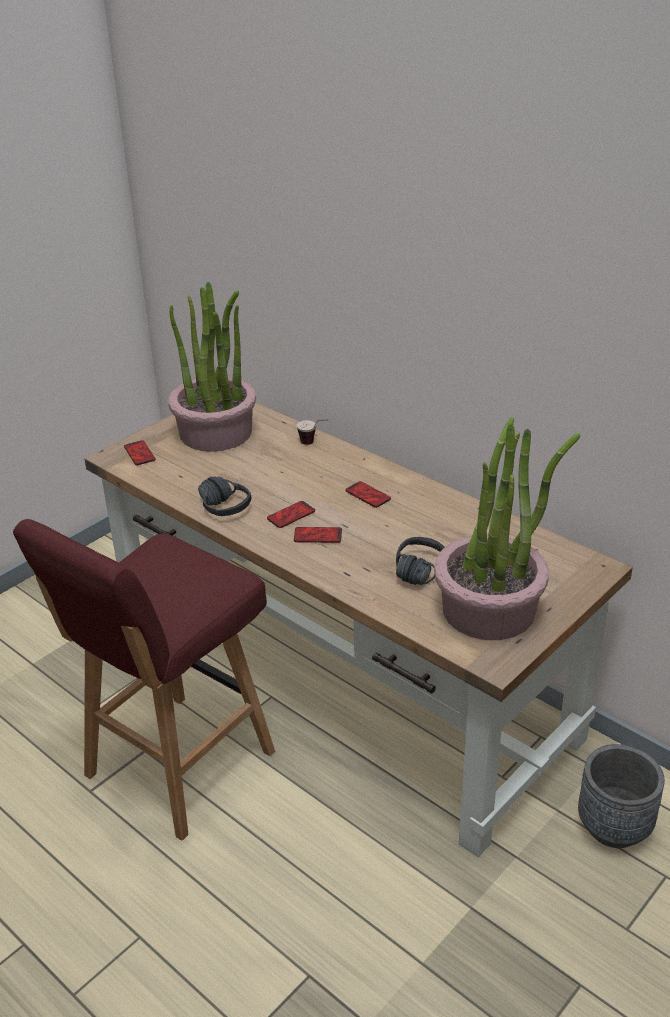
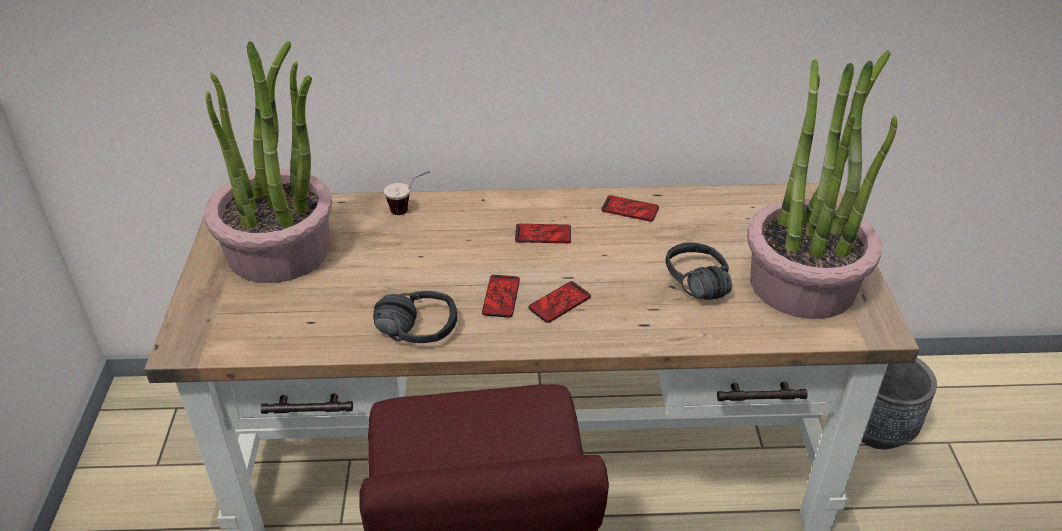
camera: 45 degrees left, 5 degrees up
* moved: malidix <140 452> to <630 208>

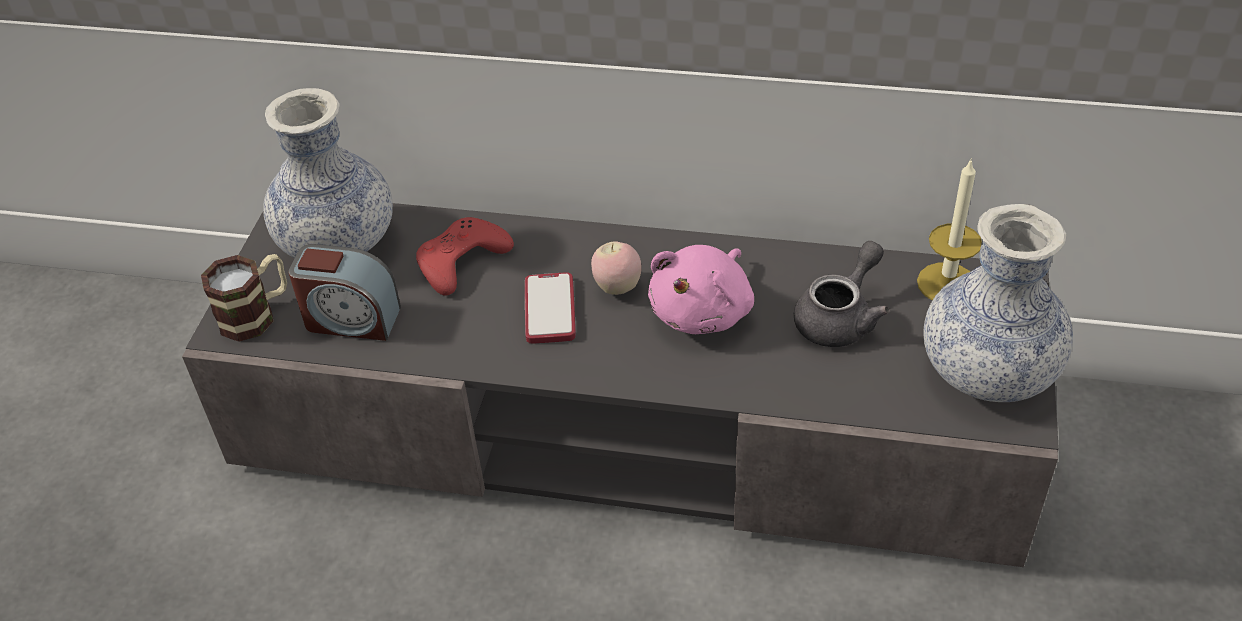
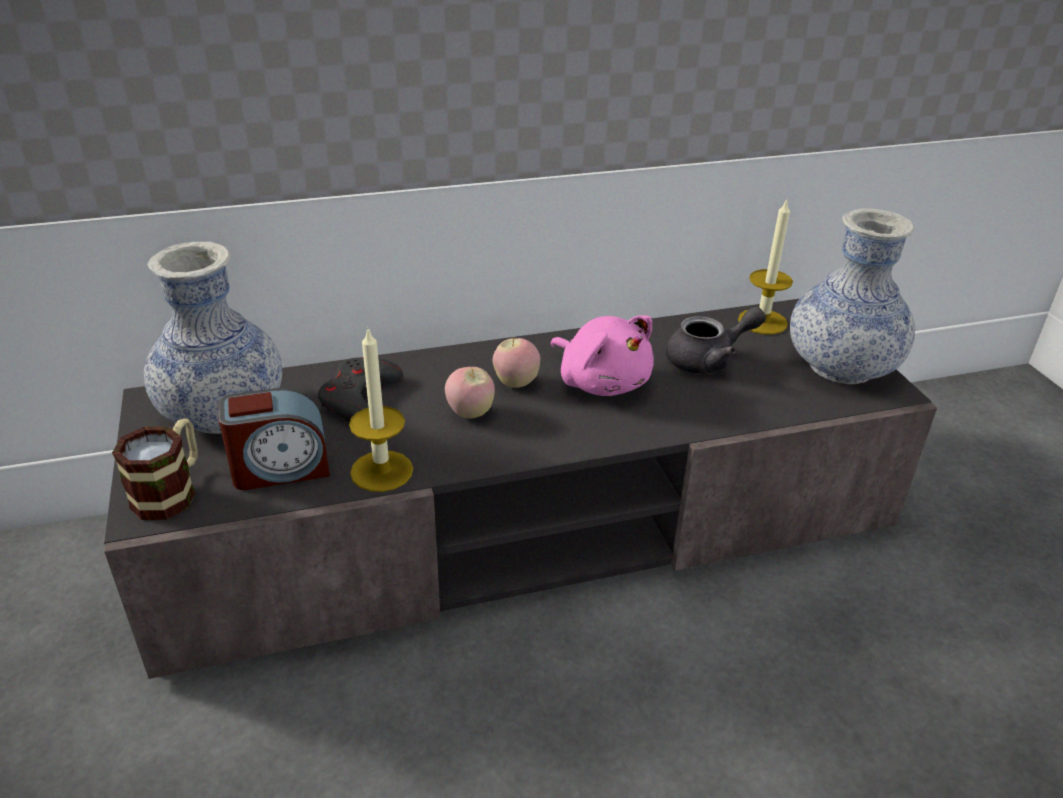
camera: 30 degrees left, 10 degrees down
* recoloured: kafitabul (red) <465 256> to kafitabul (grey) <360 390>
* replaced: malidix <550 308> to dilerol <470 393>
* turned: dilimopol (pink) <701 289> = <602 355> 45 degrees counterclockwise
* turned: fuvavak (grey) <842 294> = <716 340> 60 degrees clockwise
* added: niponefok <381 410>

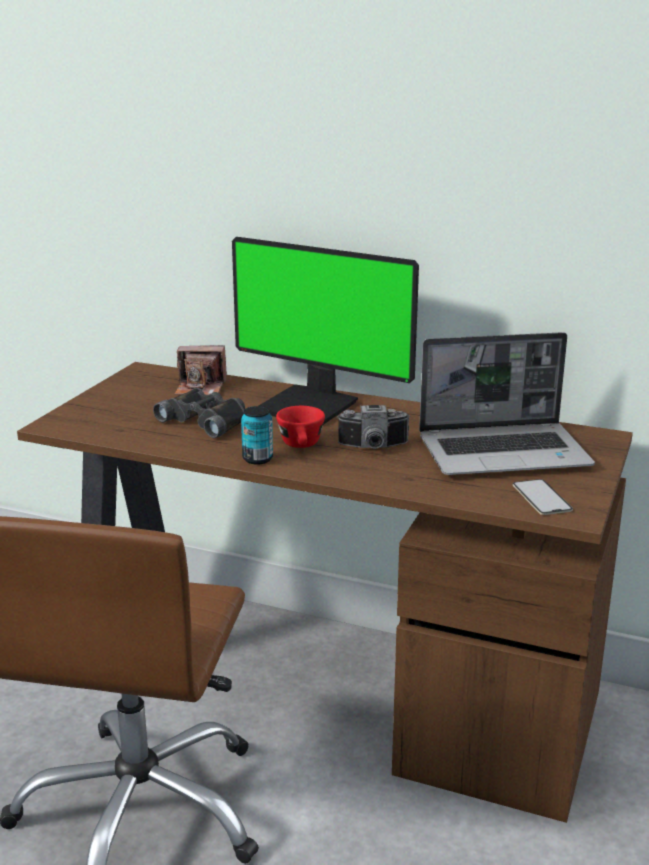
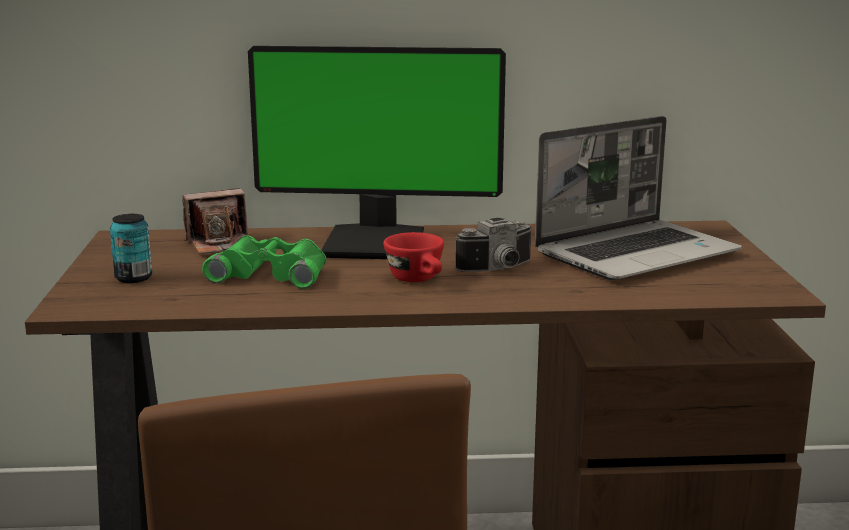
camera: 25 degrees left, 5 degrees down
* recoloured: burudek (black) <199 413> to burudek (green) <264 262>
* moved: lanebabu <257 435> to <131 248>
* removed: malidix <543 497>

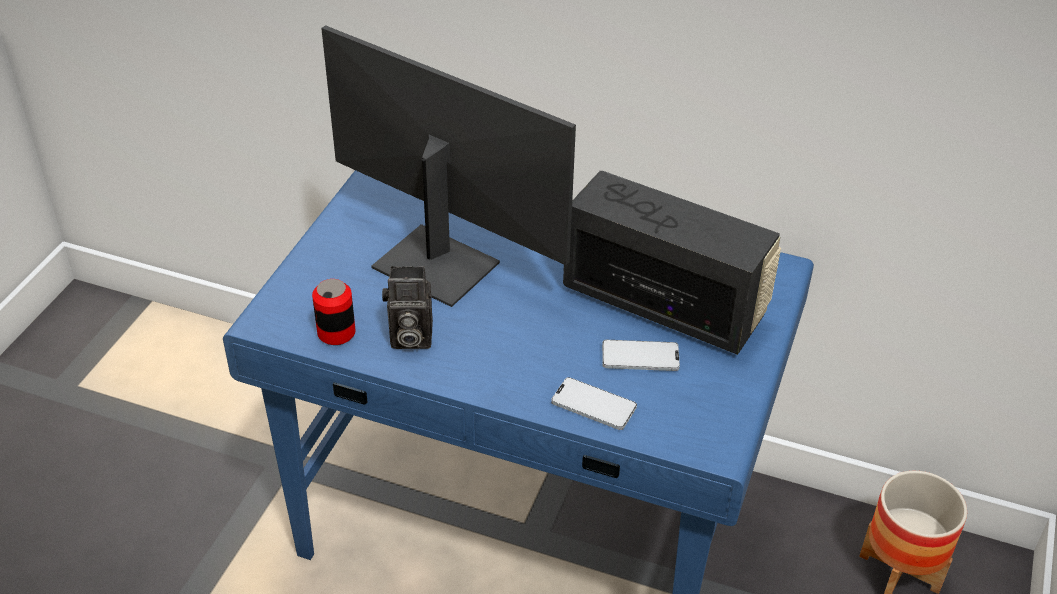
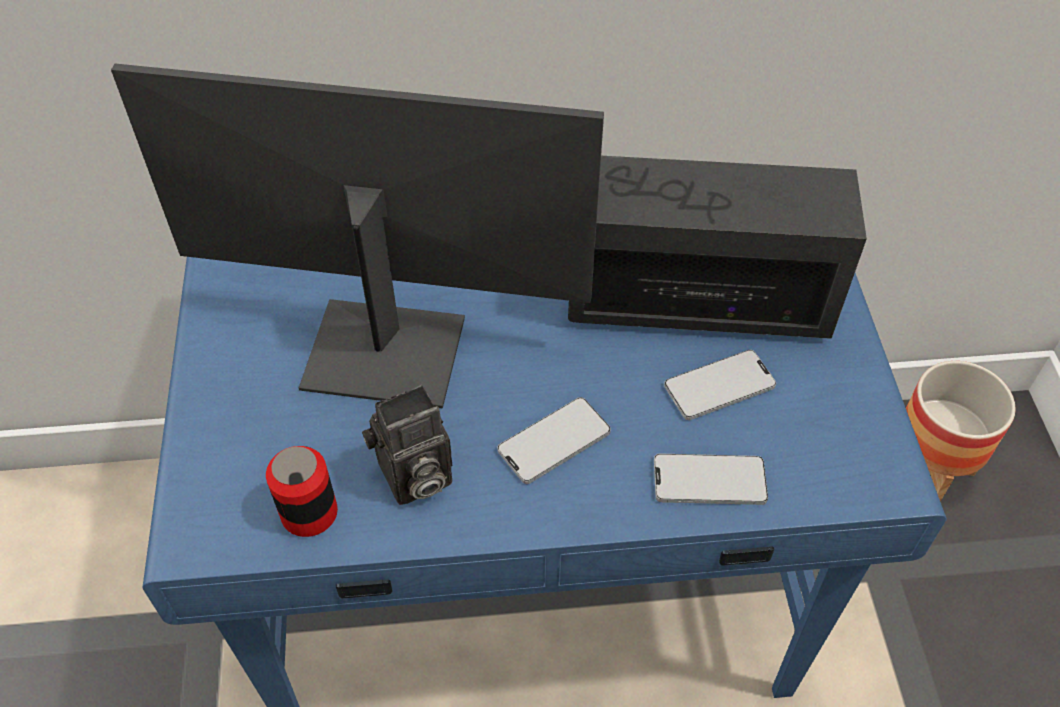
camera: 25 degrees left, 10 degrees up
* added: malidix <554 440>

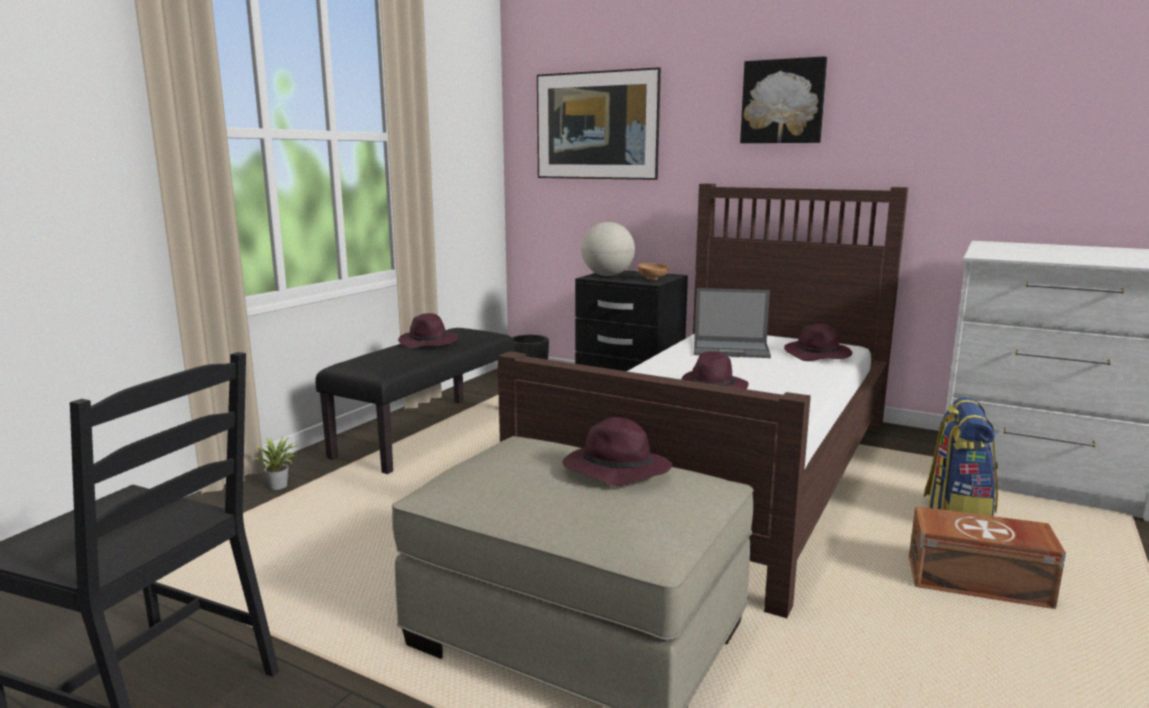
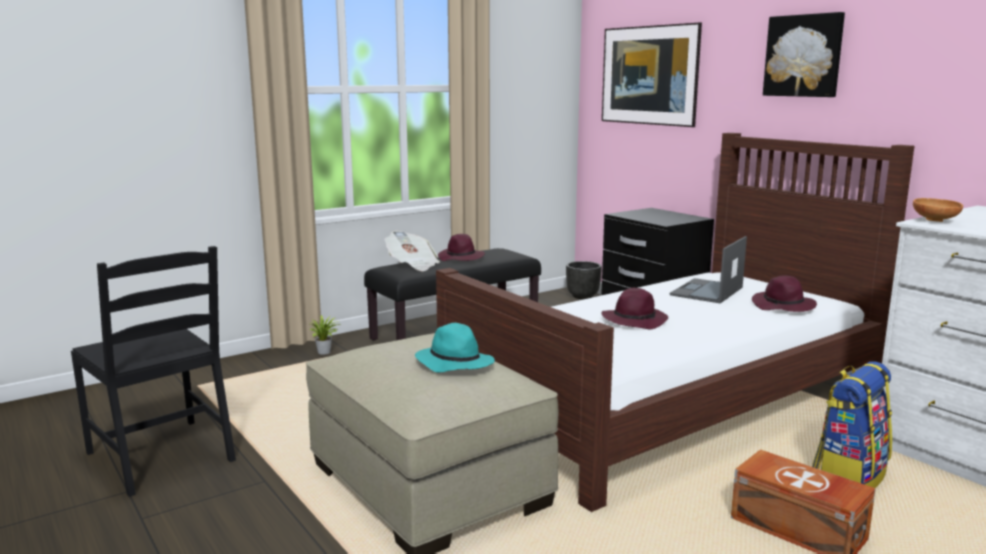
camera: 25 degrees right, 0 degrees up
* recoloured: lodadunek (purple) <617 451> to lodadunek (turquoise) <455 348>
* removed: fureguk <608 249>
* moved: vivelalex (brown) <653 271> to <938 210>
* turned: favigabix <732 323> = <708 269> 90 degrees clockwise
* added: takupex <412 251>

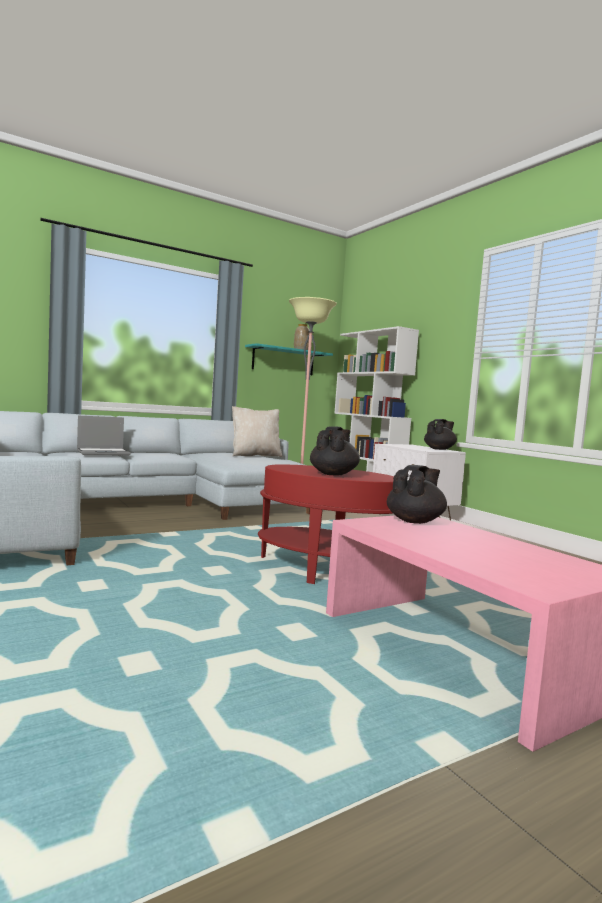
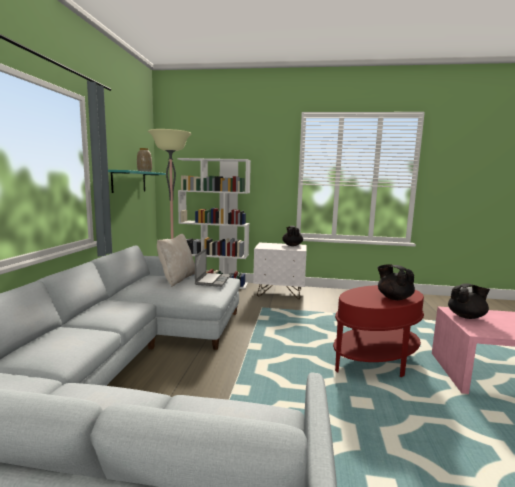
camera: 50 degrees left, 5 degrees up
* moved: favigabix <104 436> to <213 268>
* turned: fuvavak (black) <417 494> = <469 301> 90 degrees clockwise

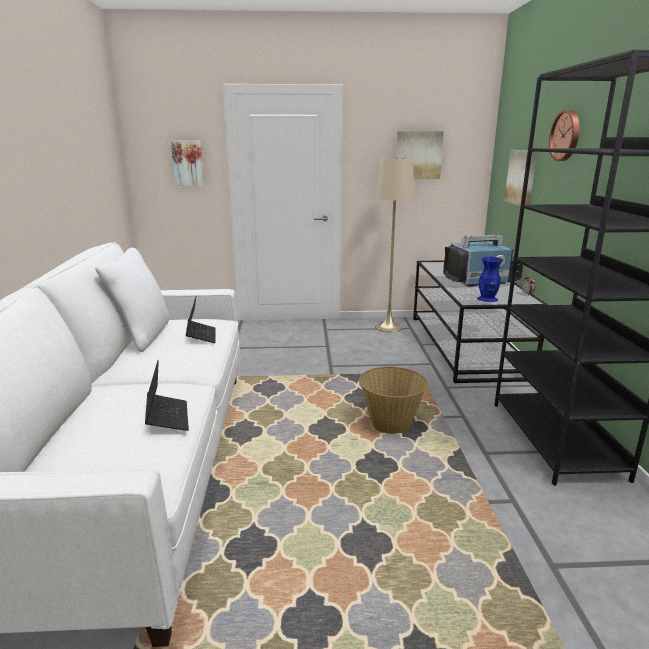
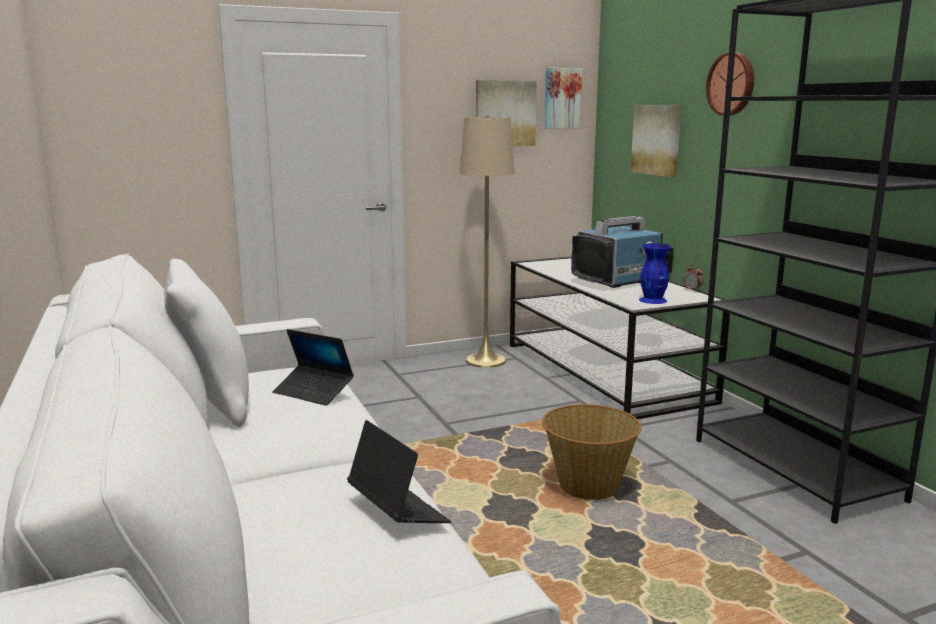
camera: 20 degrees left, 5 degrees down
* moved: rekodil <187 163> to <563 98>
* turned: favigabix <201 319> = <313 367> 150 degrees clockwise

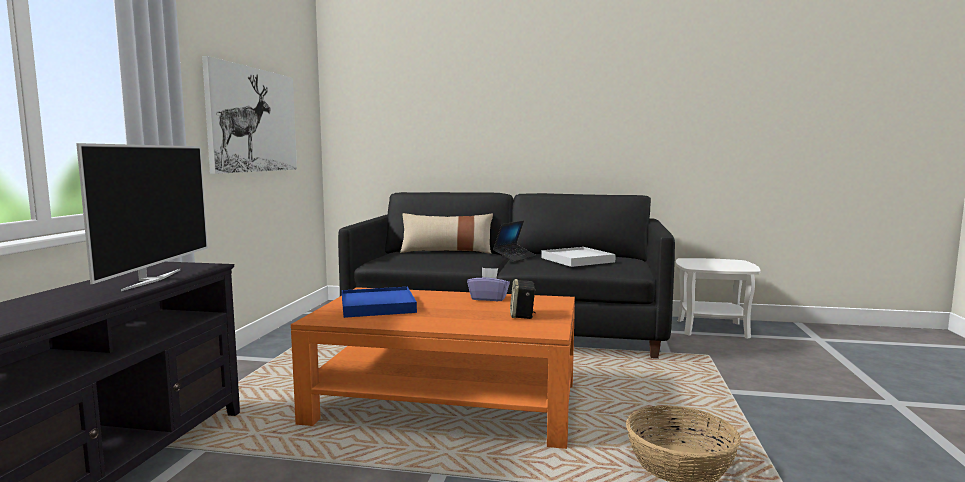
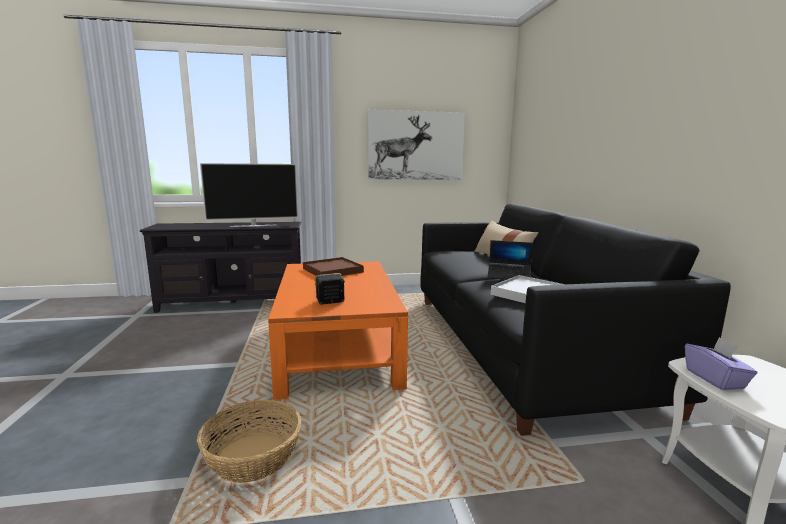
camera: 70 degrees right, 5 degrees up
* recoloured: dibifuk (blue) <379 302> to dibifuk (brown) <333 266>
* moved: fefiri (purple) <488 284> to <721 363>

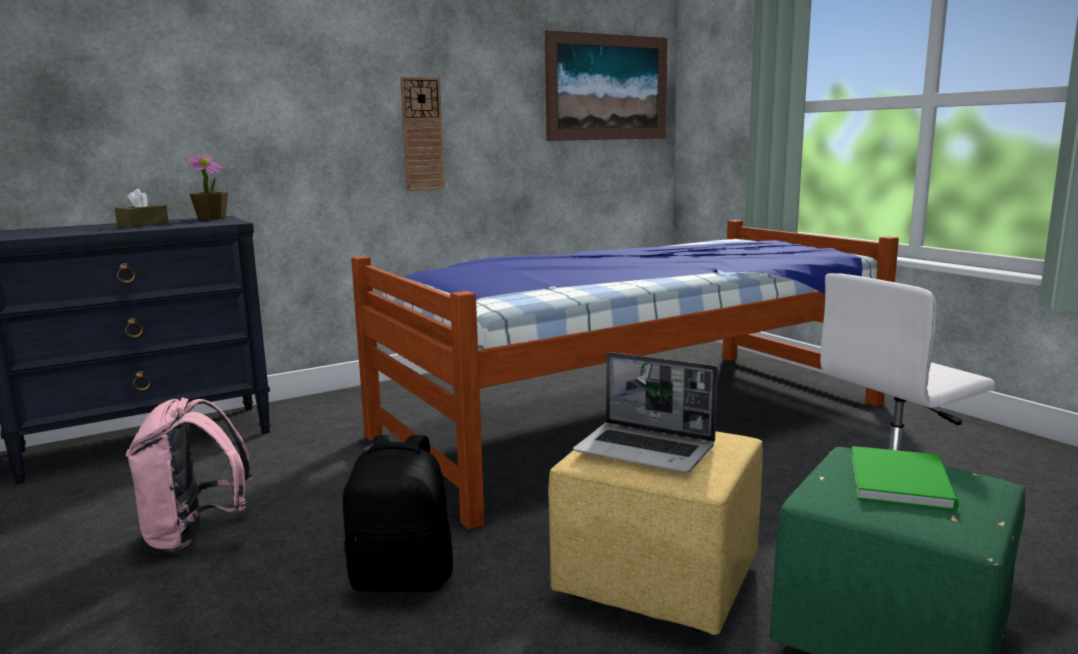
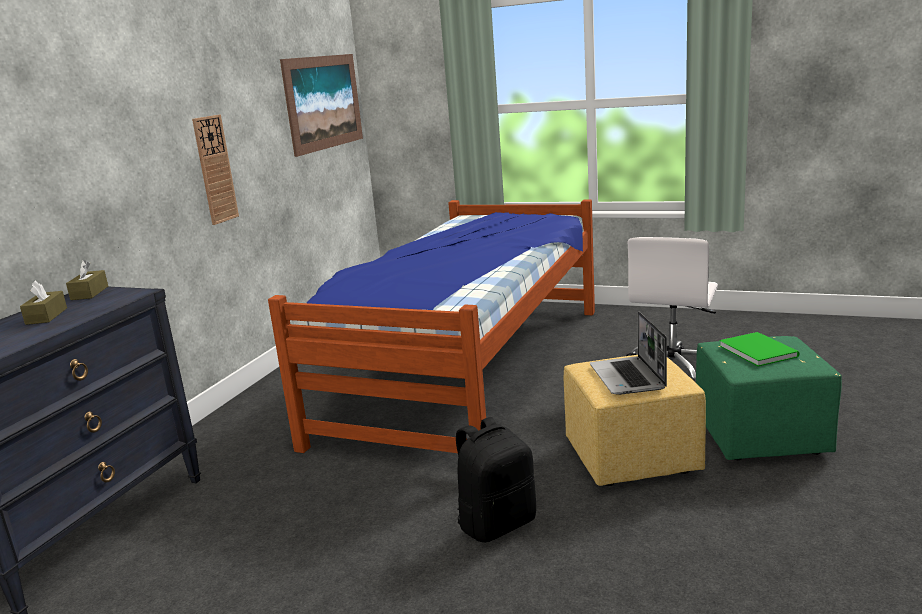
camera: 35 degrees left, 5 degrees up
* removed: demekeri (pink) <189 475>
* replaced: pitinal <206 187> to fefiri (brown) <87 280>
* turned: favigabix <645 412> = <628 353> 90 degrees clockwise

